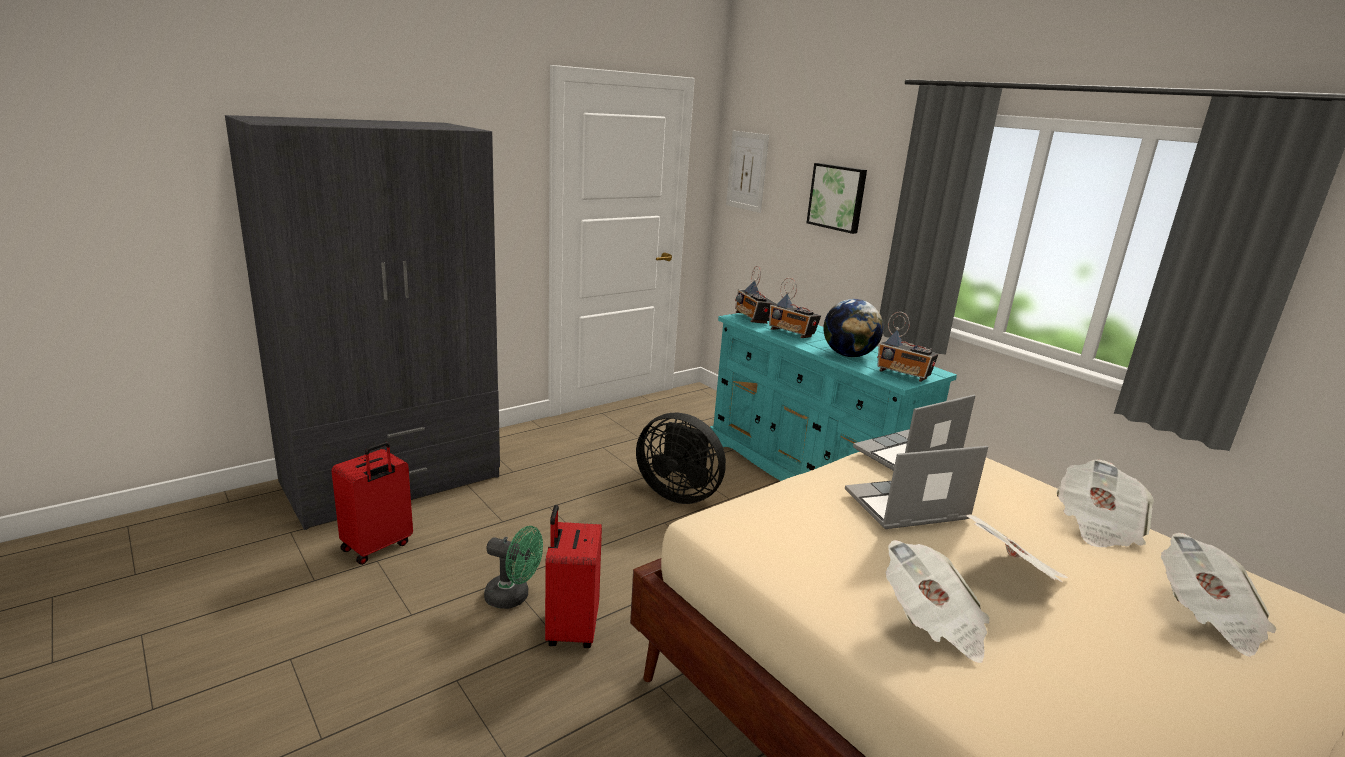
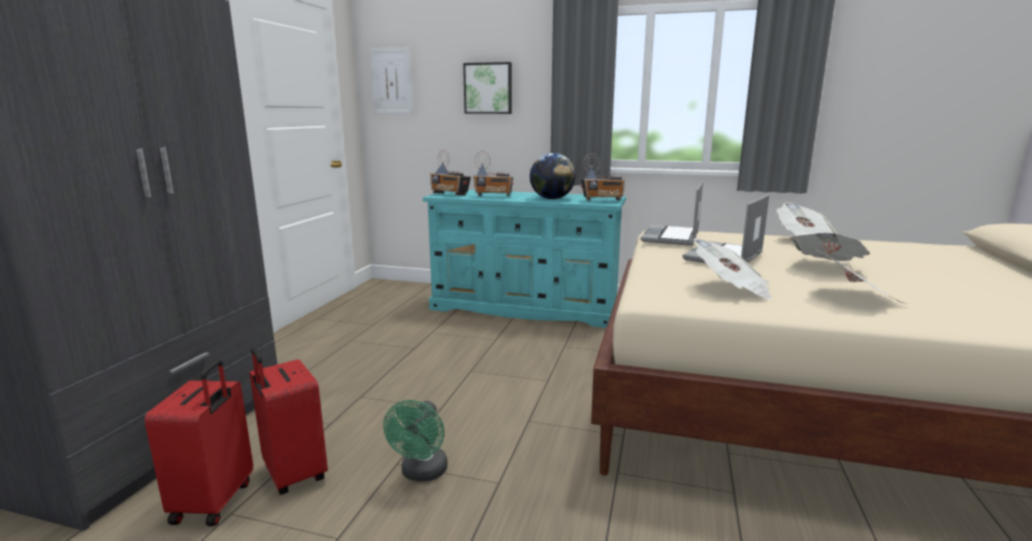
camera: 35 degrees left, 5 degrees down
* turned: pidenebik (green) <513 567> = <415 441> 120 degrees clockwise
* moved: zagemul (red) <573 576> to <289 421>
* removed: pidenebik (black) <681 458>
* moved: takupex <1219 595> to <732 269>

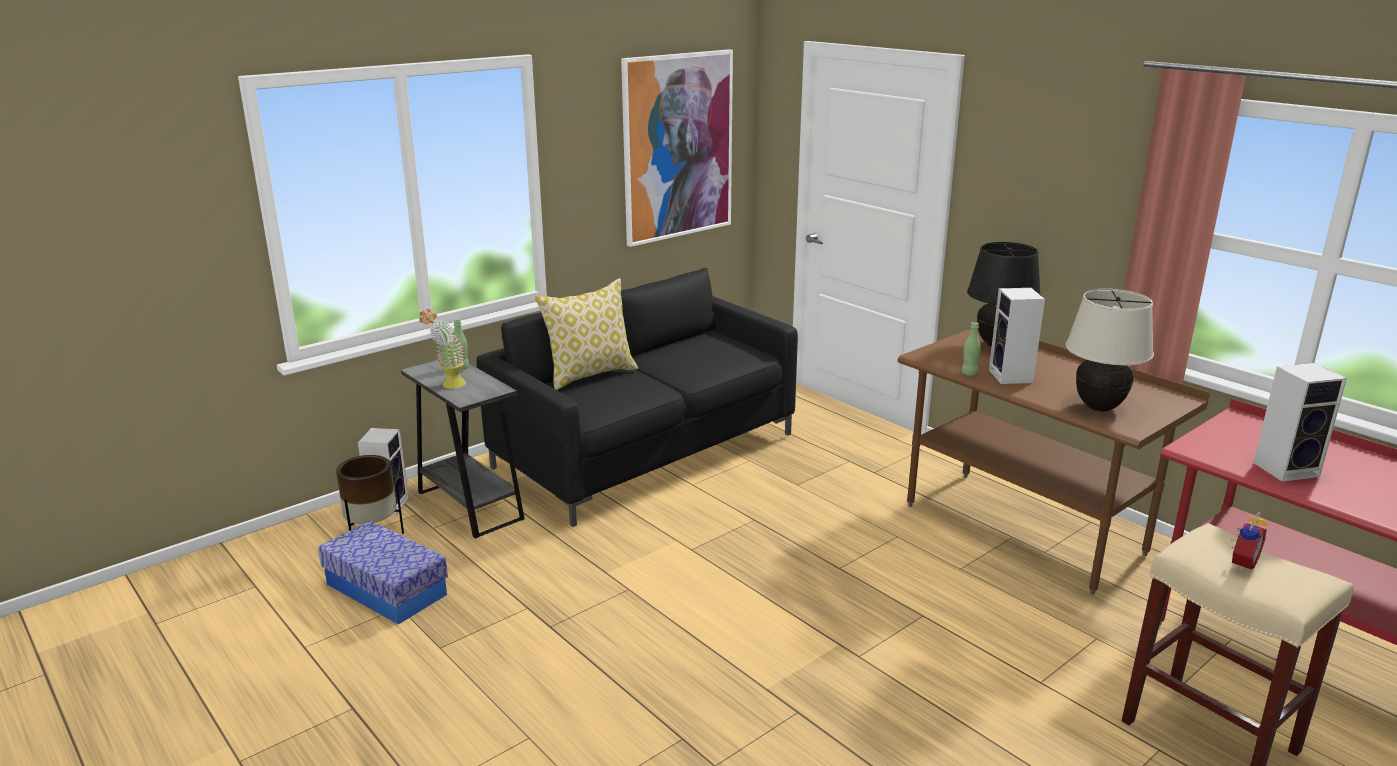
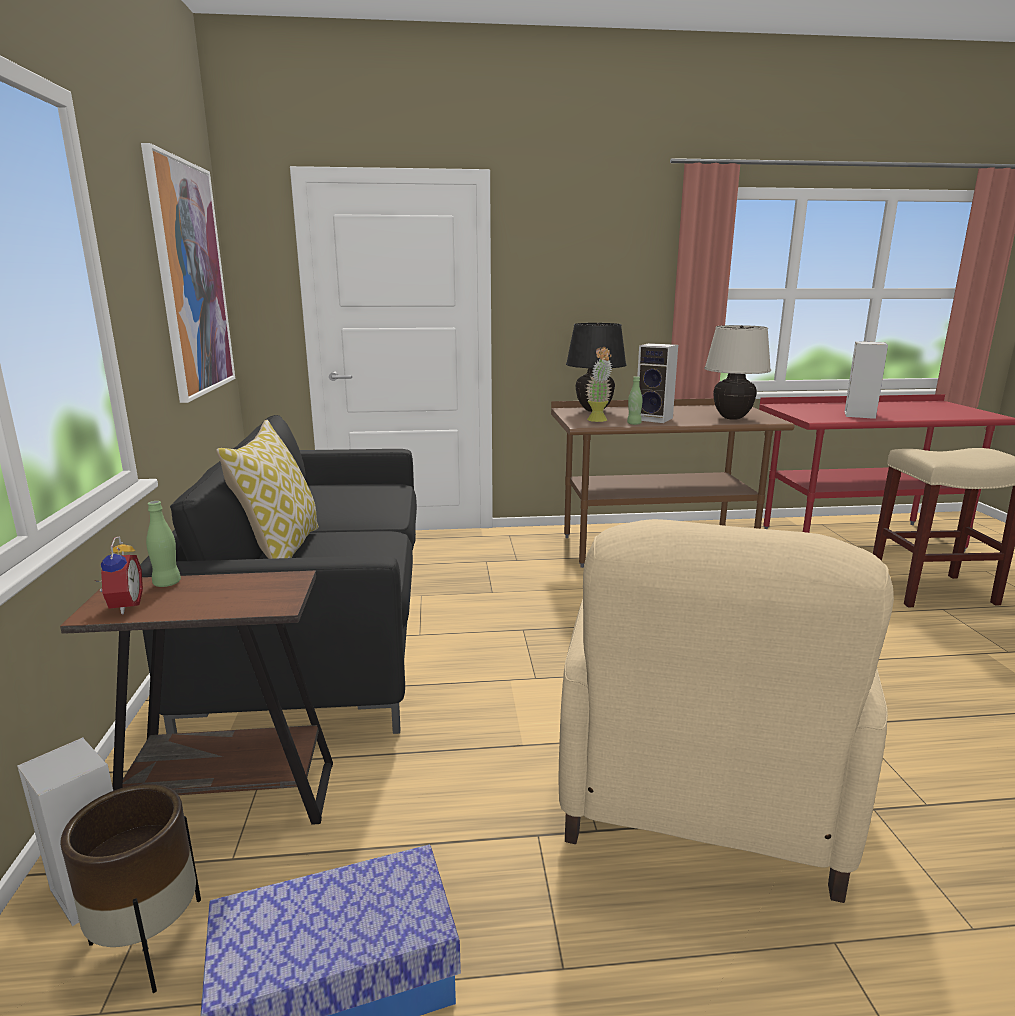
camera: 55 degrees left, 5 degrees down
* recoloured: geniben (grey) <463 449> to geniben (brown) <196 697>
* moved: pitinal <442 349> to <598 384>
* moved: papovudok <1248 541> to <119 576>
* added: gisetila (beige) <726 711>

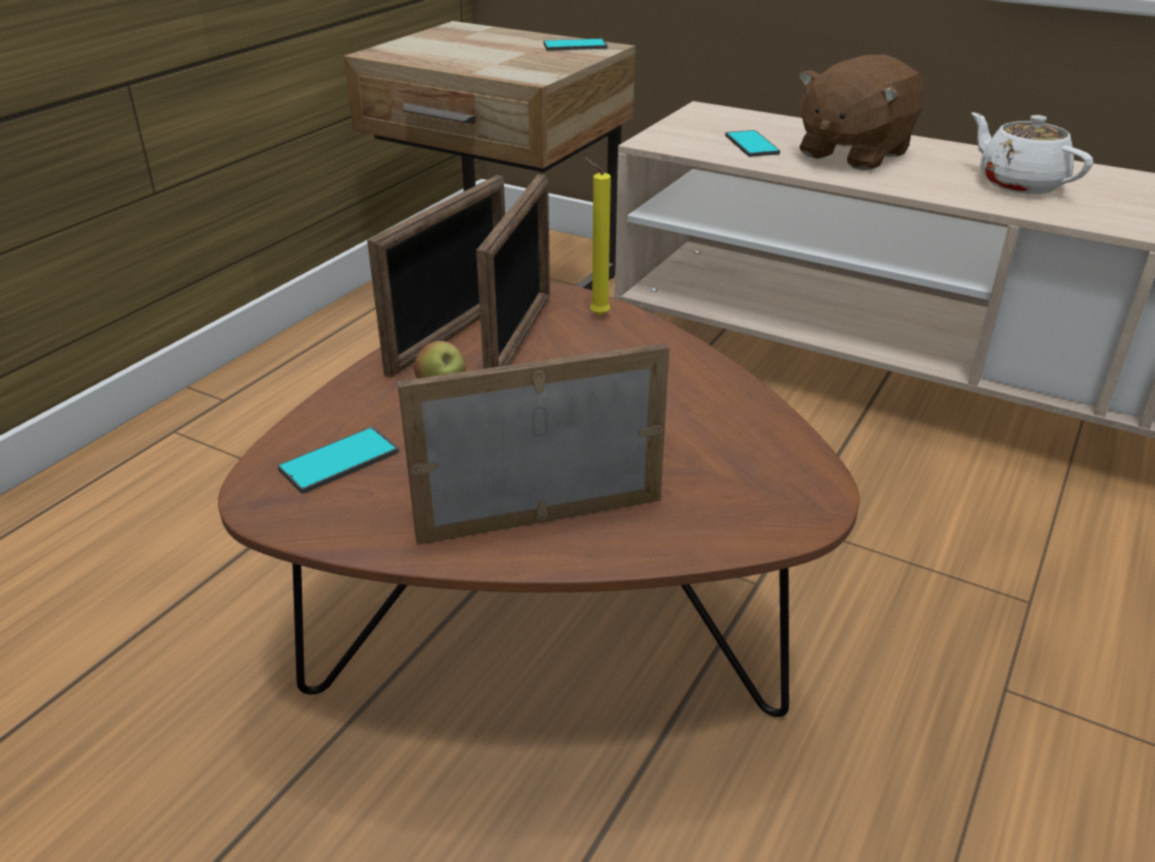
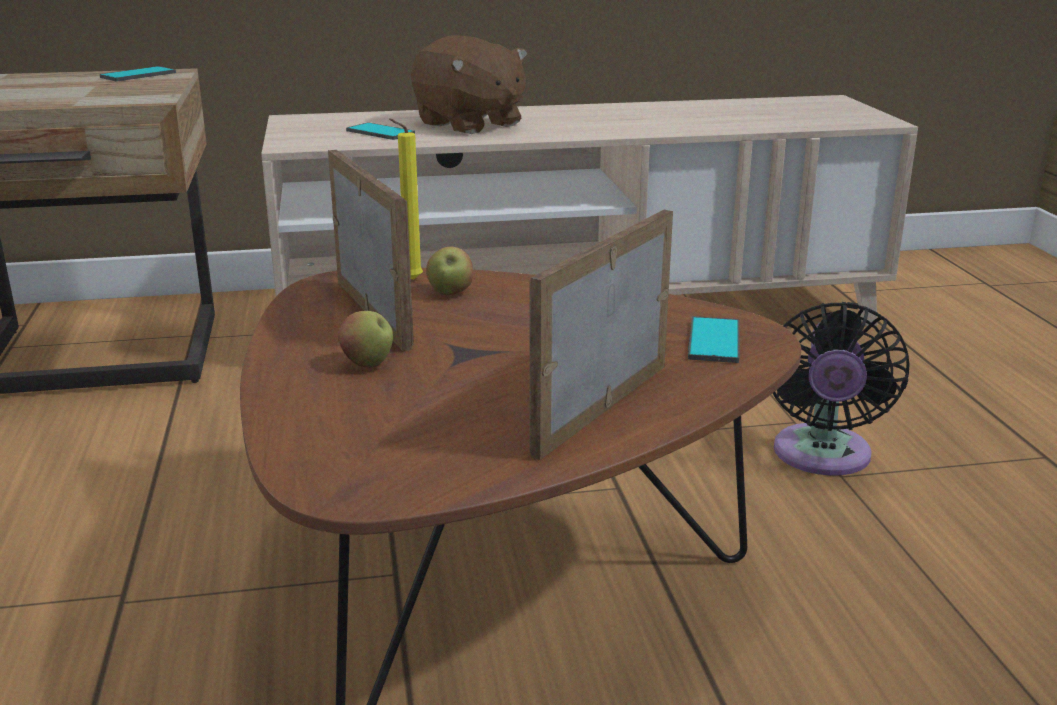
camera: 40 degrees left, 10 degrees down
* moved: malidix <338 460> to <713 339>
* removed: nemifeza <436 276>
* turned: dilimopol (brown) <861 112> = <469 84> 45 degrees counterclockwise
* removed: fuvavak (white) <1032 153>
* added: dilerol <449 271>
* added: pidenebik (black) <841 389>

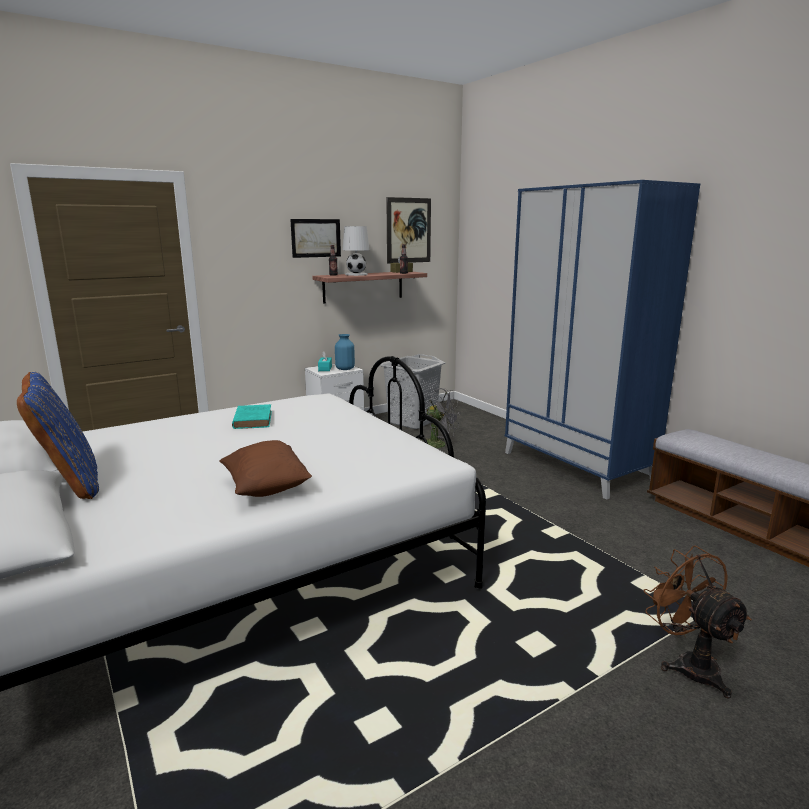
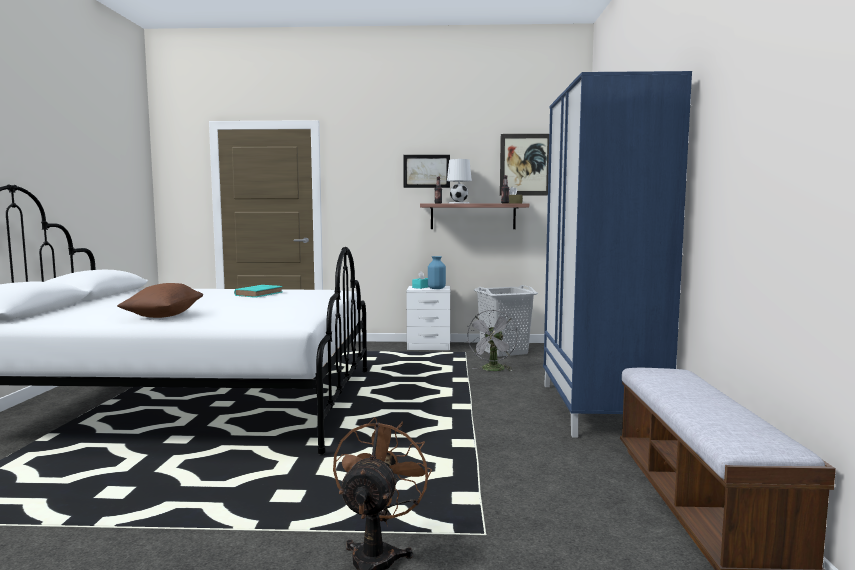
camera: 35 degrees right, 10 degrees down
* removed: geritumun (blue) <58 435>
* turned: pidenebik (grey) <441 418> = <492 340> 45 degrees clockwise

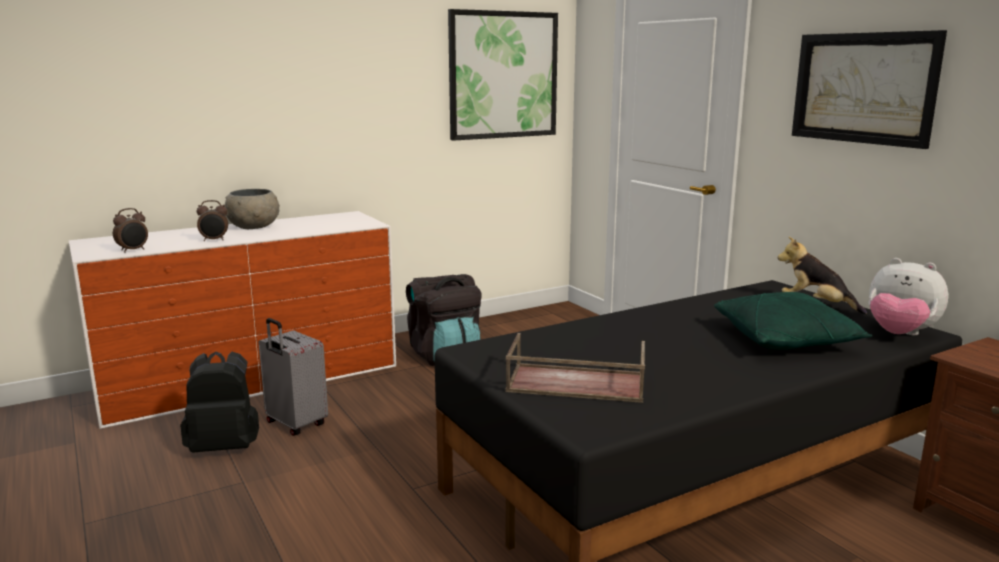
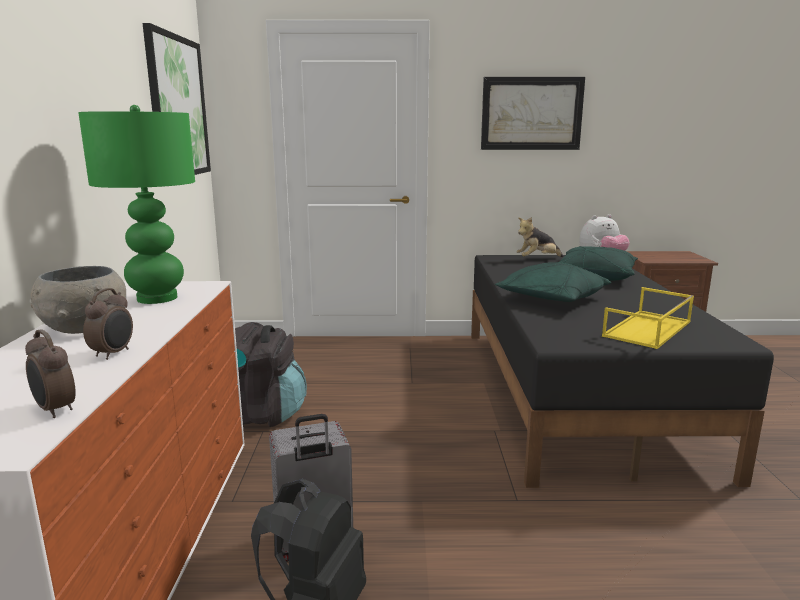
camera: 60 degrees left, 0 degrees up
* turned: papovudok <130 230> = <50 373> 150 degrees clockwise
* recoloured: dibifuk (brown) <575 368> to dibifuk (yellow) <648 318>
* added: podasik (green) <136 204>
* added: geritumun (green) <553 282>

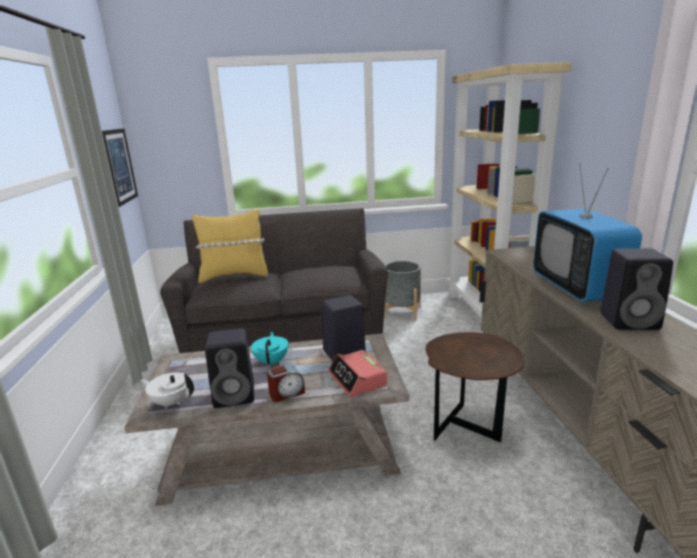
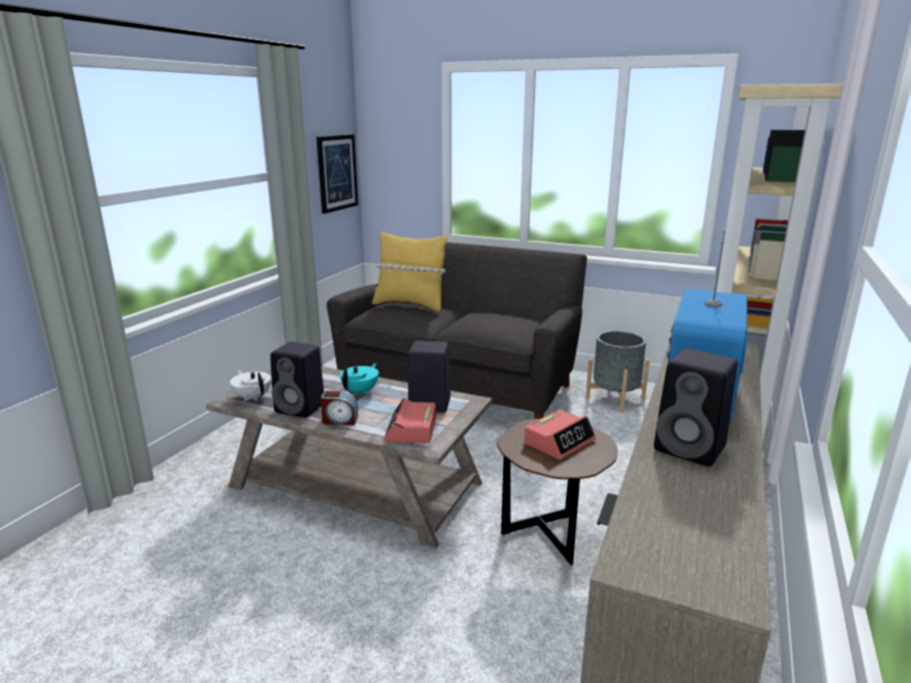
camera: 30 degrees right, 0 degrees up
* added: papovudok <560 434>

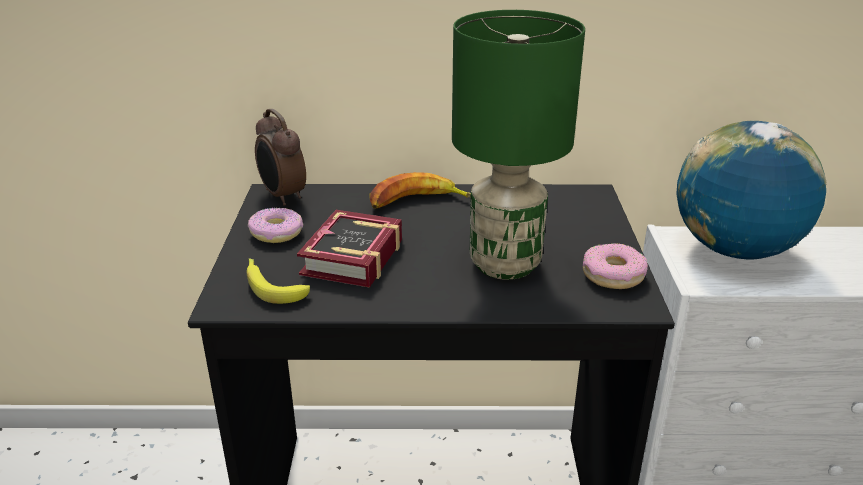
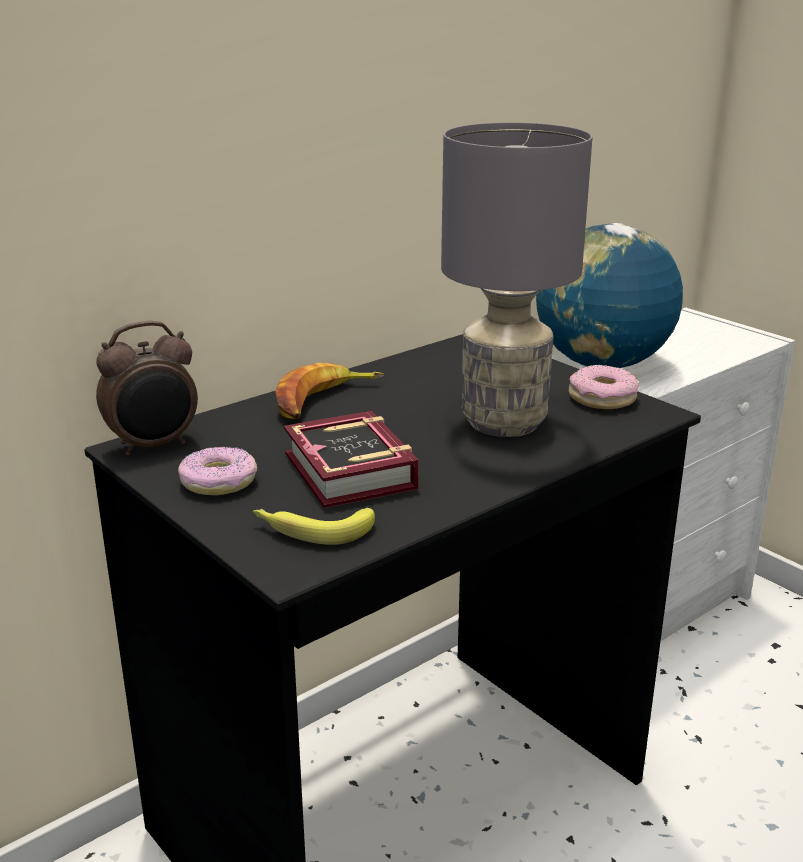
camera: 40 degrees left, 5 degrees down
* turned: papovudok <280 157> = <147 388> 45 degrees counterclockwise
* recoloured: podasik (green) <518 145> to podasik (grey) <516 279>

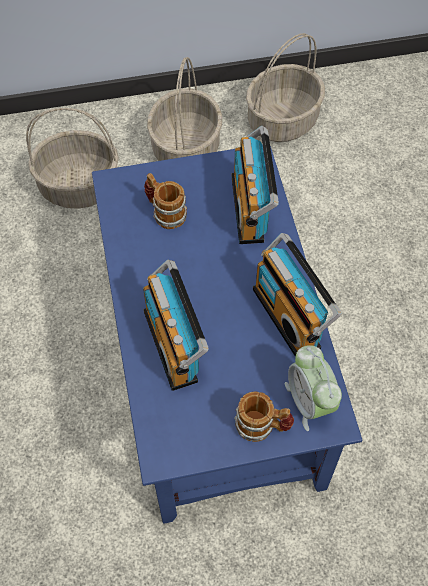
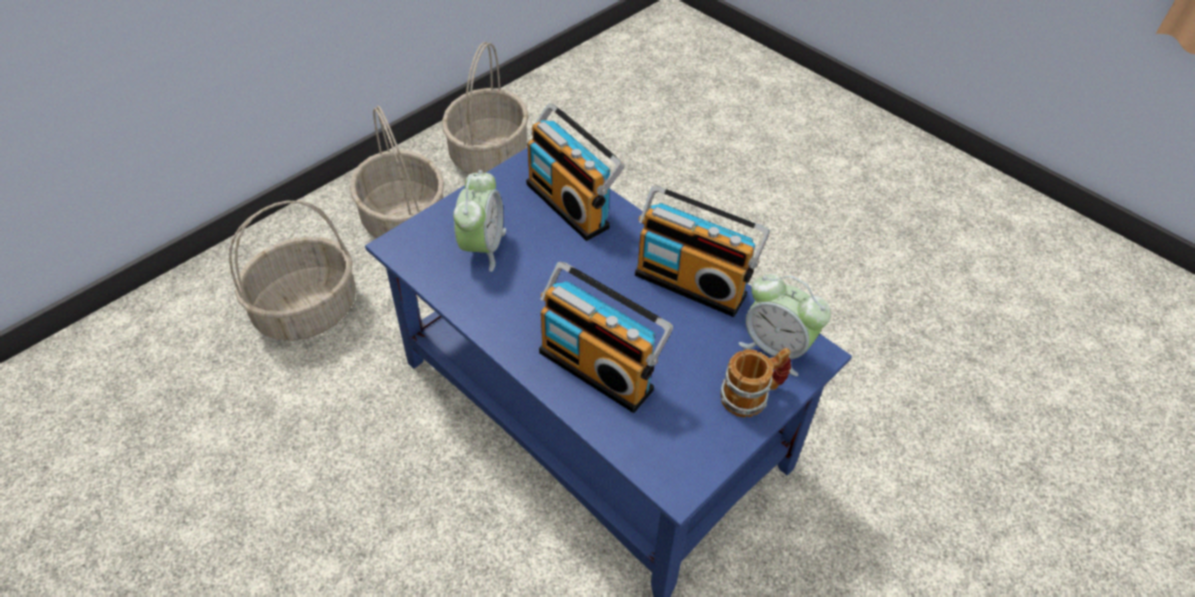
camera: 35 degrees left, 10 degrees down
* replaced: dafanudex <165 201> to papovudok <479 221>

